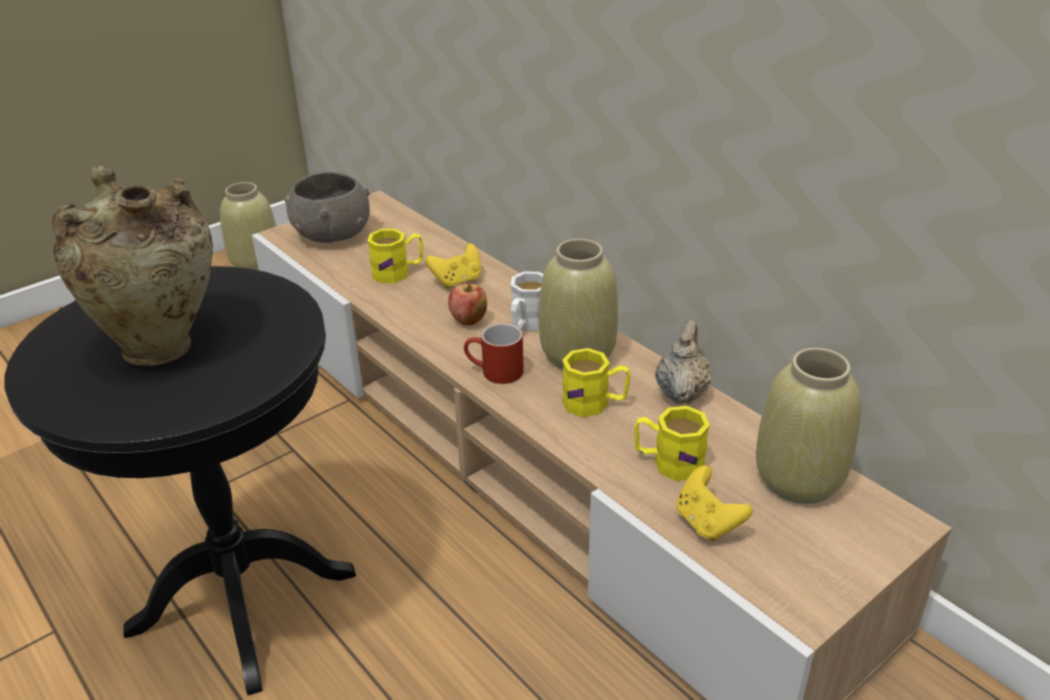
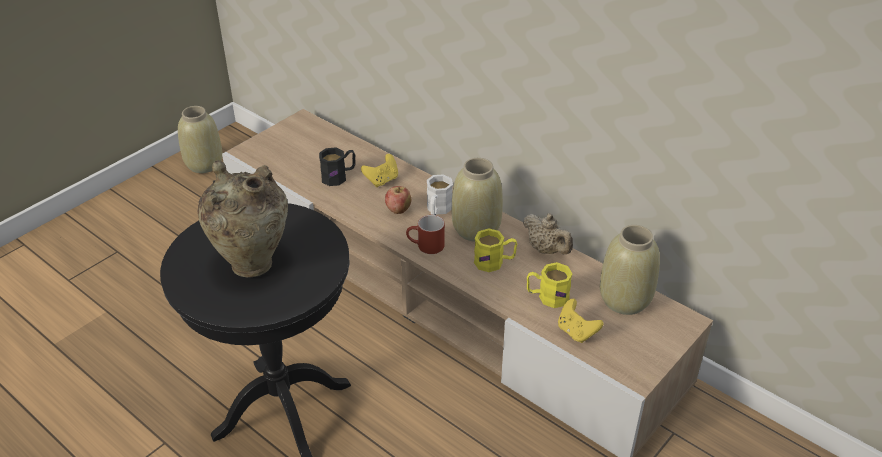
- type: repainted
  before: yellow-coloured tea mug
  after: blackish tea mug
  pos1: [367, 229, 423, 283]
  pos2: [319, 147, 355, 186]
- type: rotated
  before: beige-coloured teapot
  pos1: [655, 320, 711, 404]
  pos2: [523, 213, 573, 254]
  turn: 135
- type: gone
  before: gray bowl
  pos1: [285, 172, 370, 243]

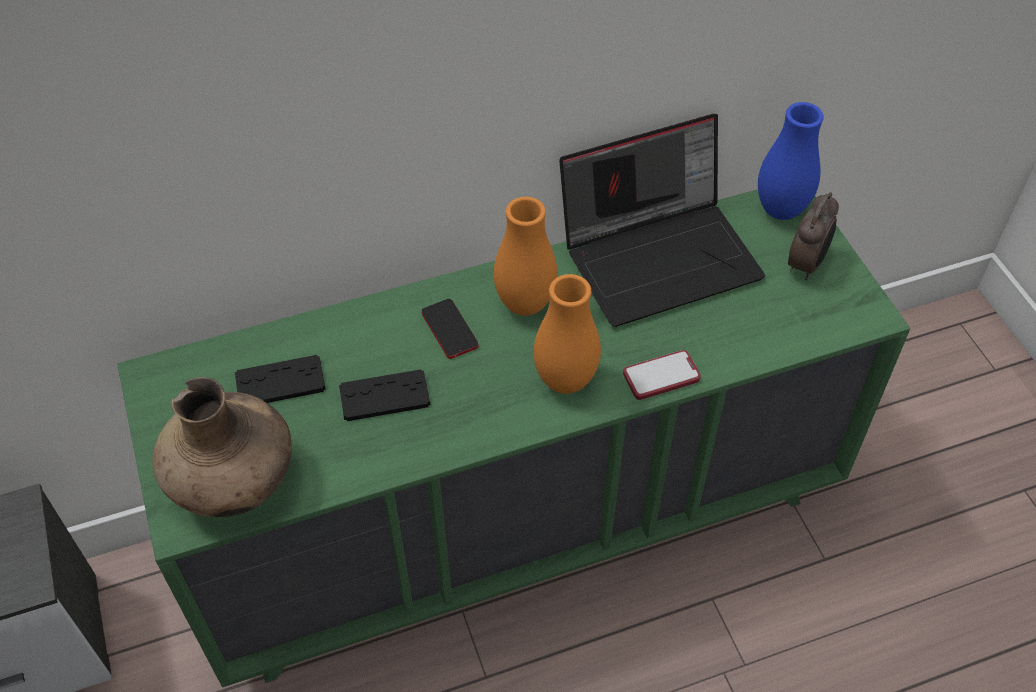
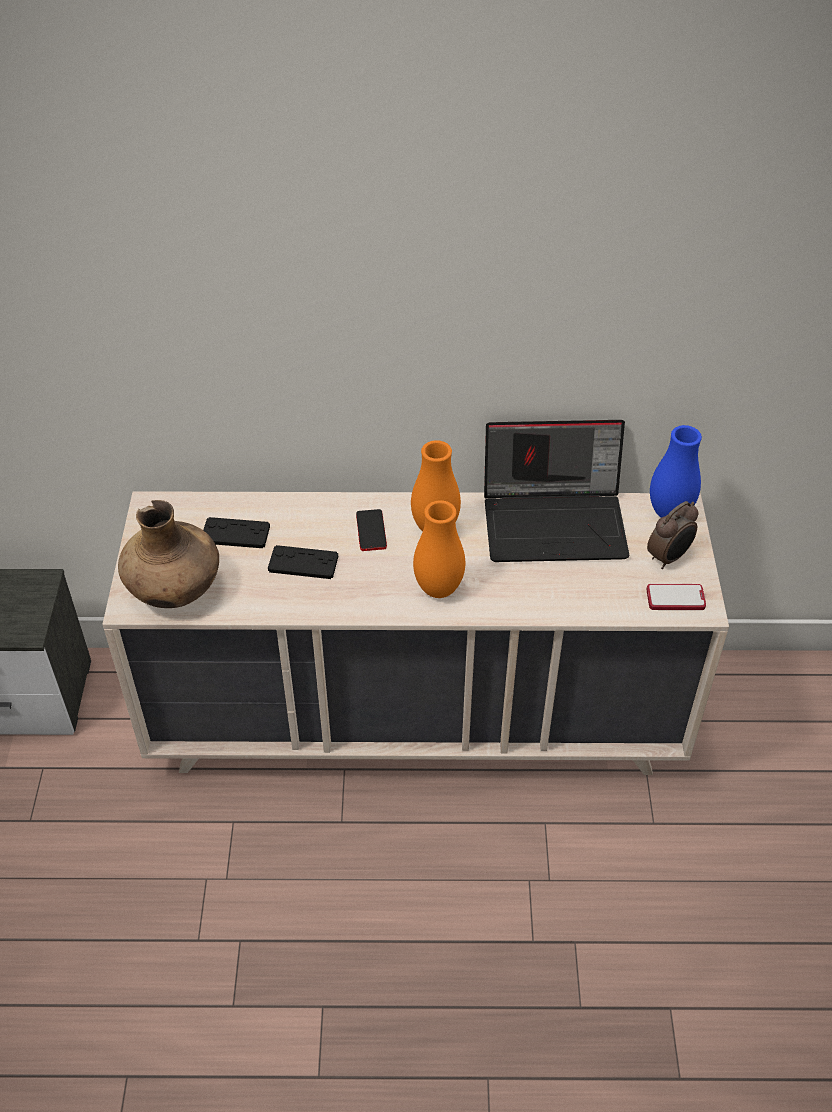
- type: repainted
  before: green-coloured dresser
  after: beige-coloured dresser
  pos1: [117, 189, 910, 687]
  pos2: [102, 491, 729, 775]
- type: shifted
  before: phone
  pos1: [623, 350, 701, 400]
  pos2: [647, 584, 706, 610]

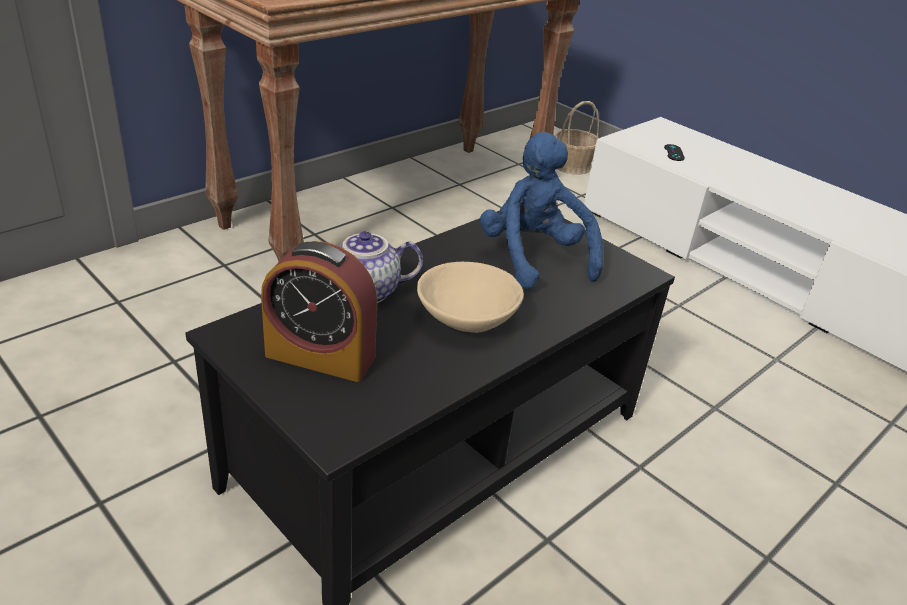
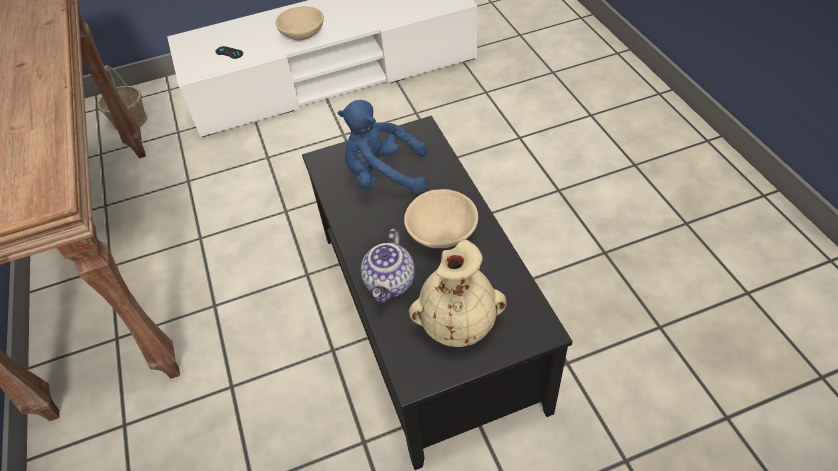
- type: new
  after: beige-coloured bowl
  pos2: [275, 6, 324, 41]
- type: swapped
  before: bedside clock
  after: beige-coloured flower vase
  pos1: [261, 241, 377, 382]
  pos2: [409, 240, 507, 347]

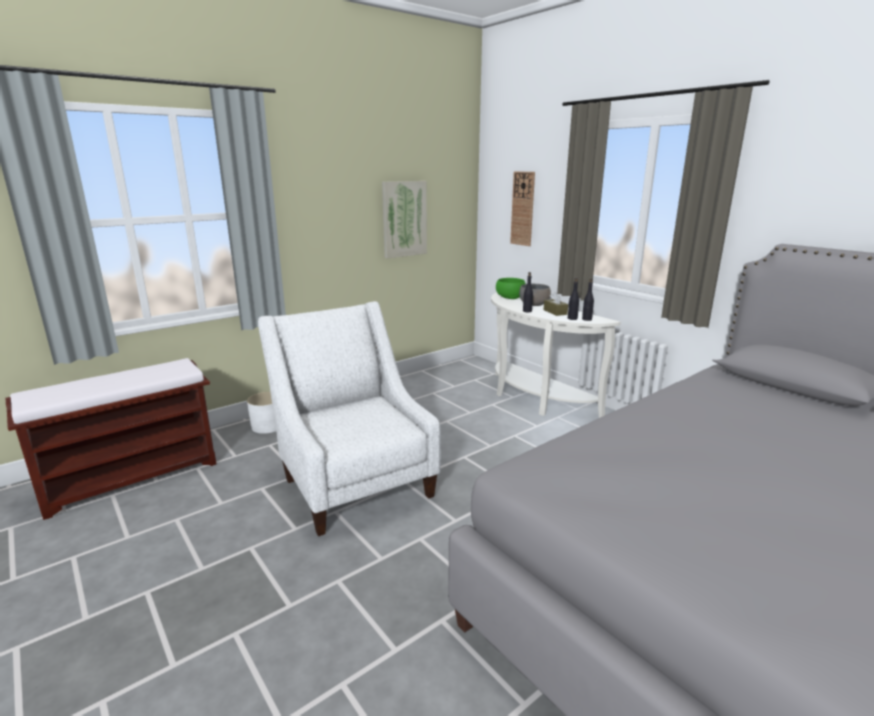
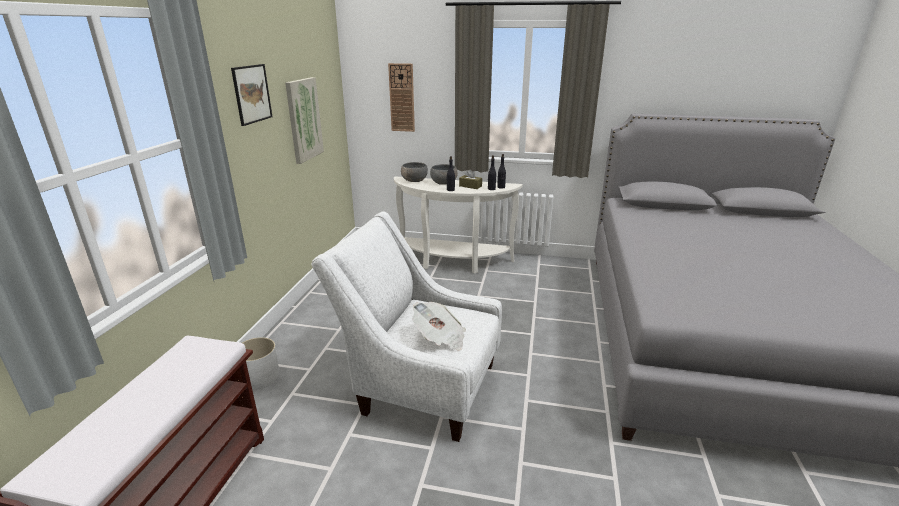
- type: new
  after: picture
  pos2: [231, 64, 273, 126]
- type: repainted
  before: green-coloured bowl
  after: gray bowl
  pos1: [496, 278, 526, 299]
  pos2: [401, 162, 428, 182]
- type: new
  after: printed paper
  pos2: [412, 302, 466, 351]

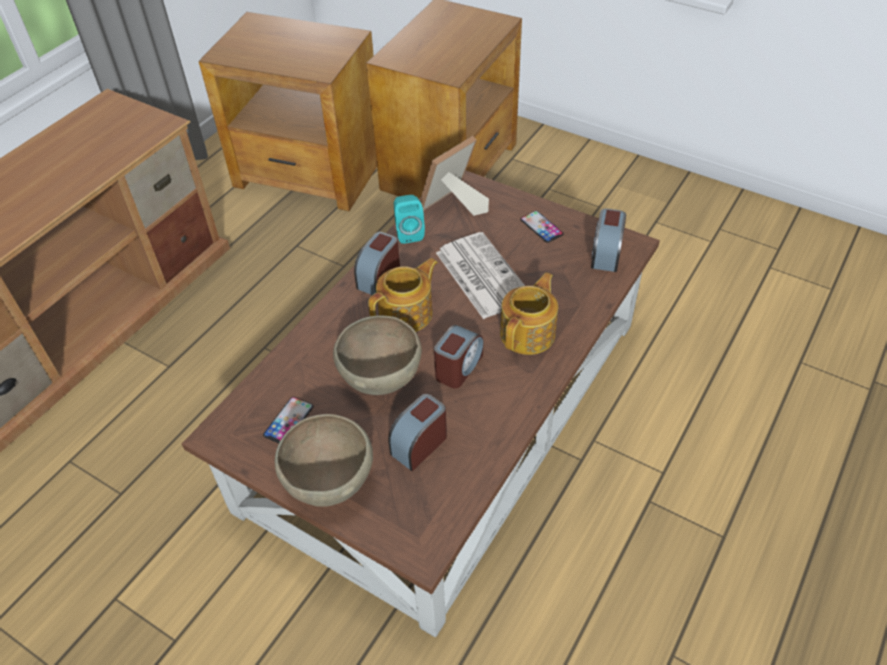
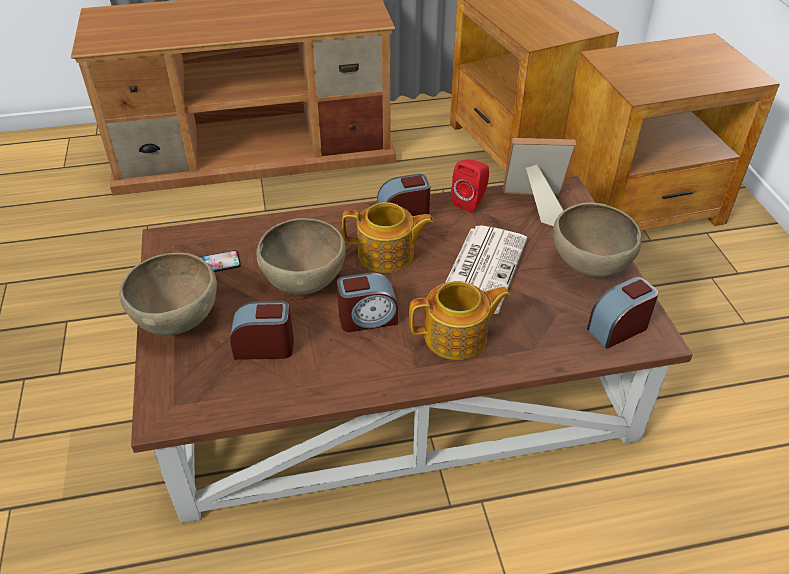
- type: repainted
  before: turquoise audio speaker
  after: red audio speaker
  pos1: [394, 195, 425, 244]
  pos2: [451, 159, 489, 212]
- type: swapped
  before: phone
  after: brown bowl
  pos1: [520, 211, 564, 243]
  pos2: [553, 203, 642, 277]

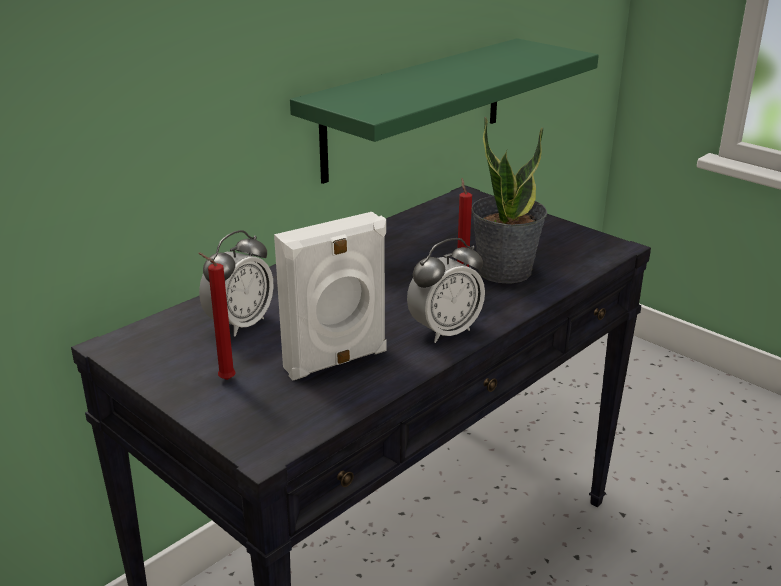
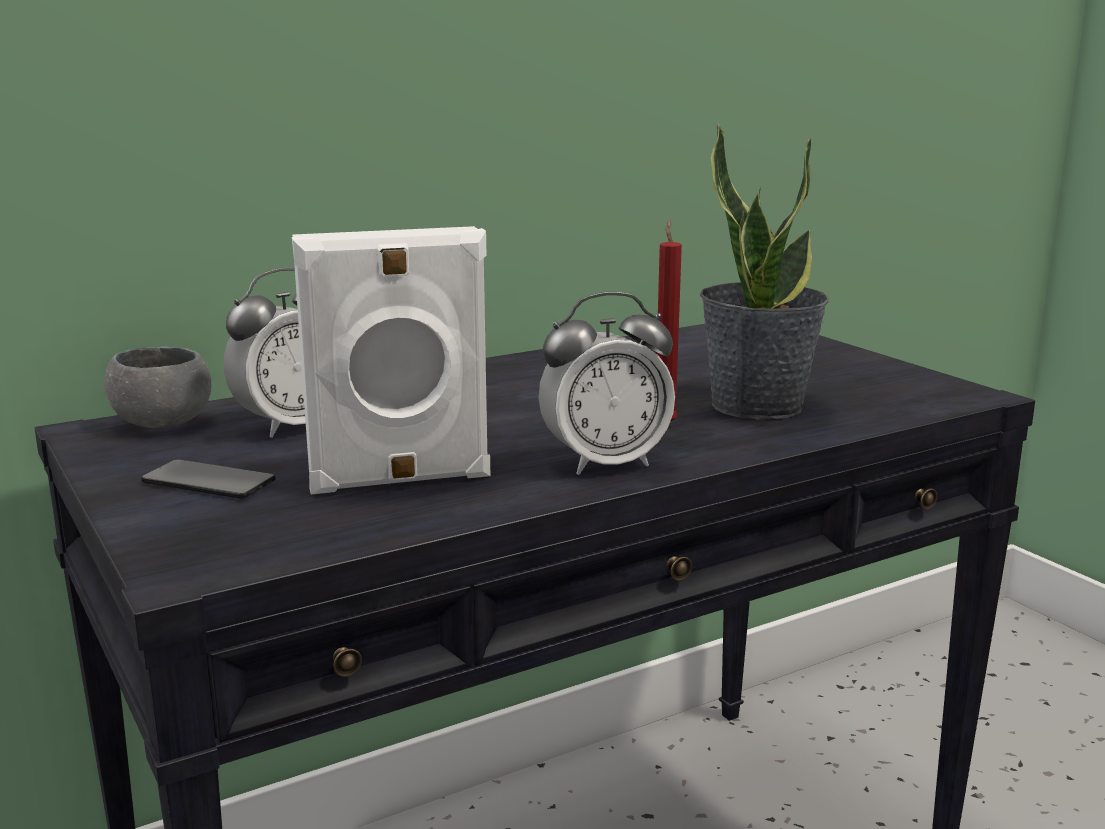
- type: new
  after: gray bowl
  pos2: [104, 346, 211, 428]
- type: swapped
  before: red candle
  after: phone
  pos1: [198, 253, 235, 380]
  pos2: [141, 459, 276, 499]
- type: gone
  before: green-coloured wall shelf
  pos1: [290, 38, 599, 184]

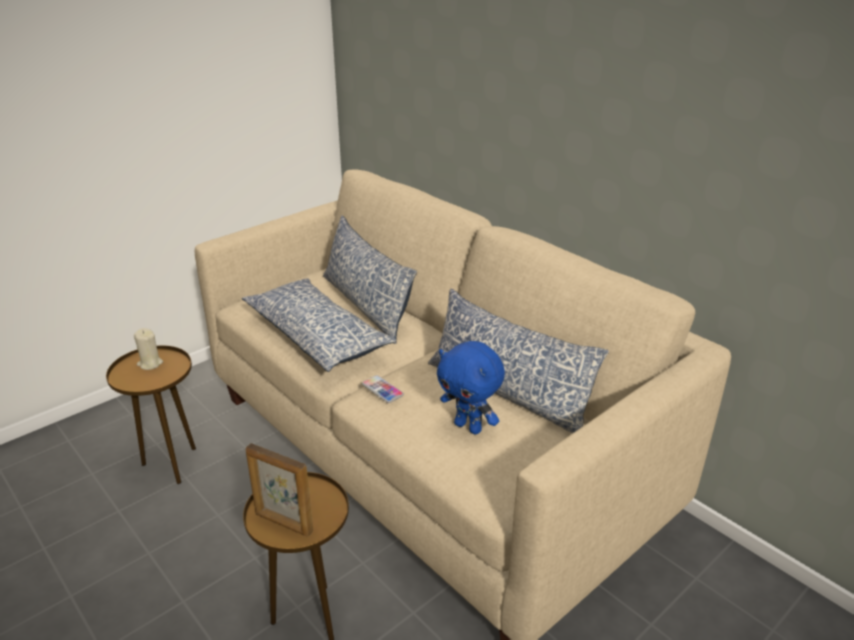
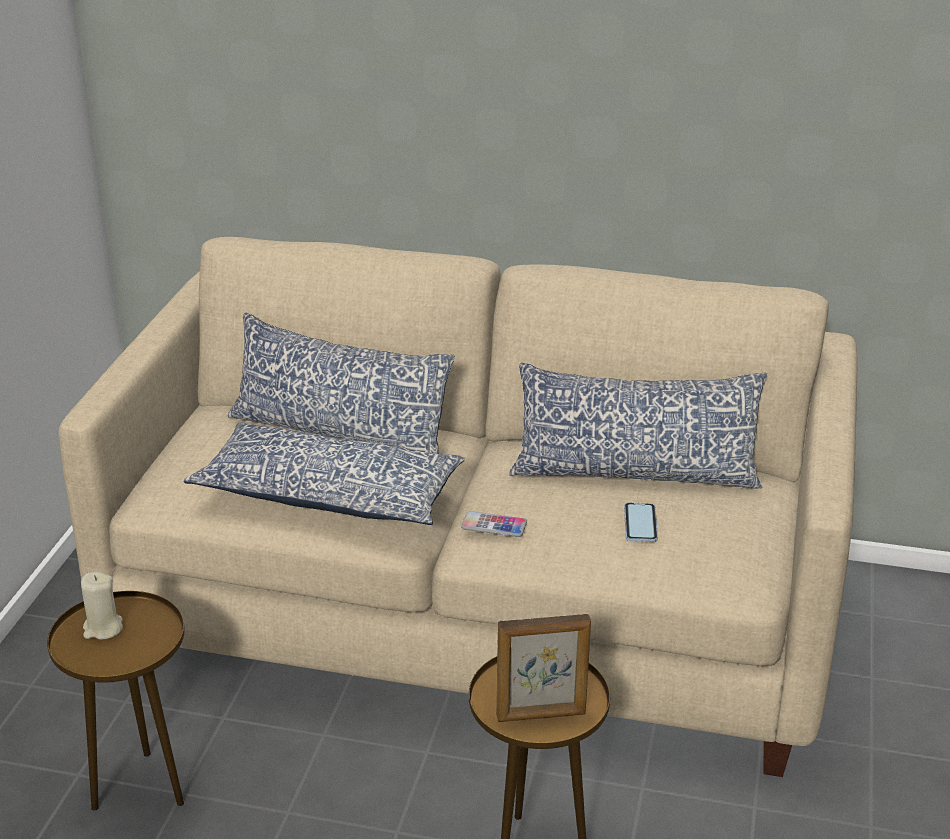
- type: swapped
  before: bluish soft toy
  after: phone
  pos1: [437, 341, 505, 435]
  pos2: [624, 503, 658, 542]

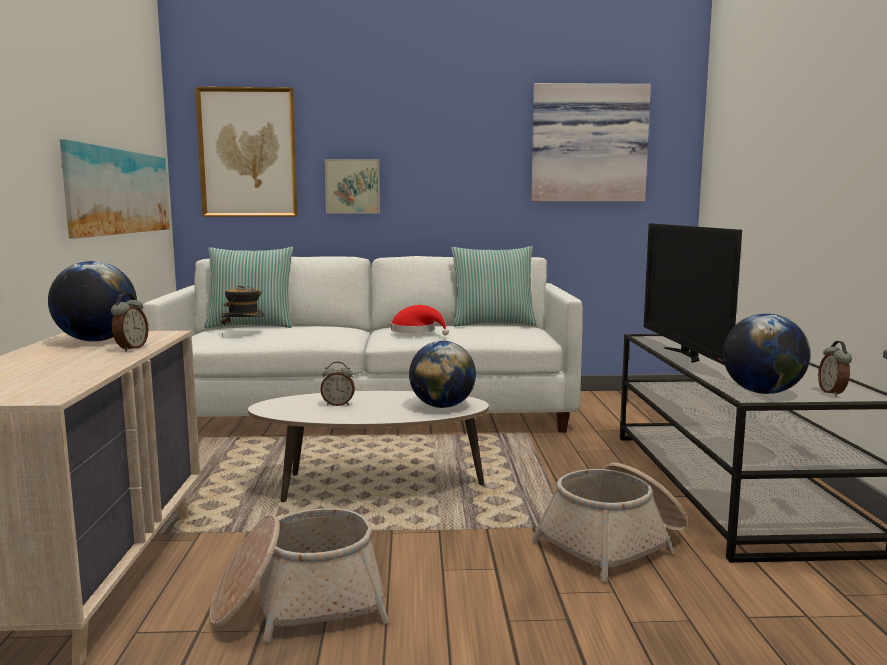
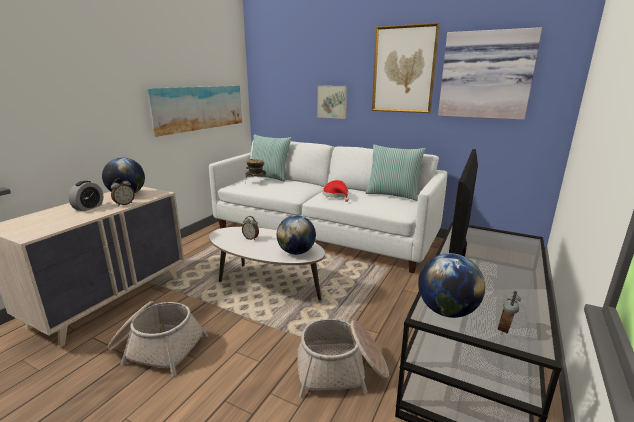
- type: new
  after: bedside clock
  pos2: [68, 181, 103, 211]
- type: shifted
  before: picture
  pos1: [195, 87, 298, 217]
  pos2: [372, 23, 440, 113]

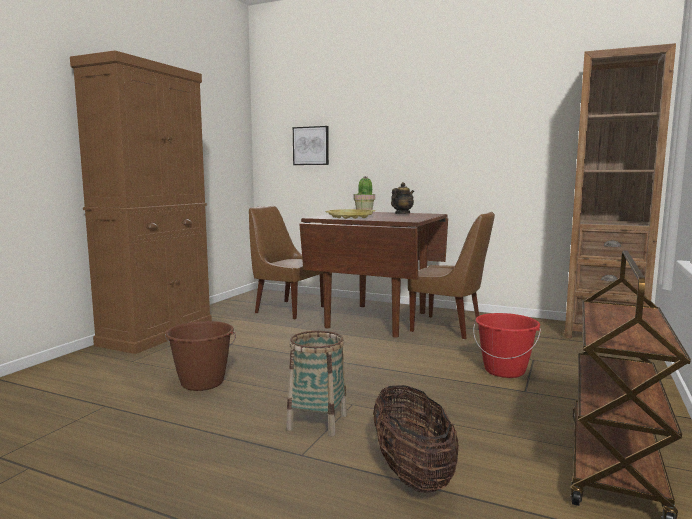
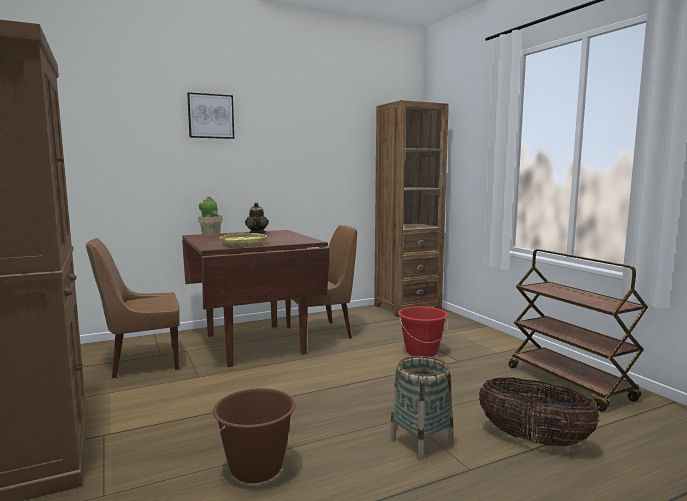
- type: shifted
  before: picture
  pos1: [293, 126, 329, 165]
  pos2: [187, 92, 234, 139]

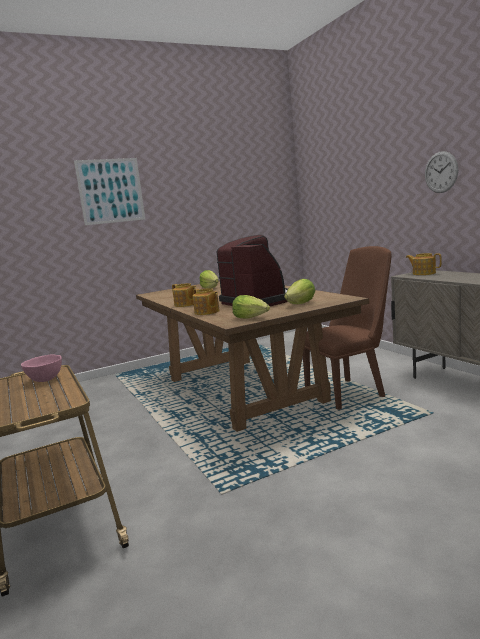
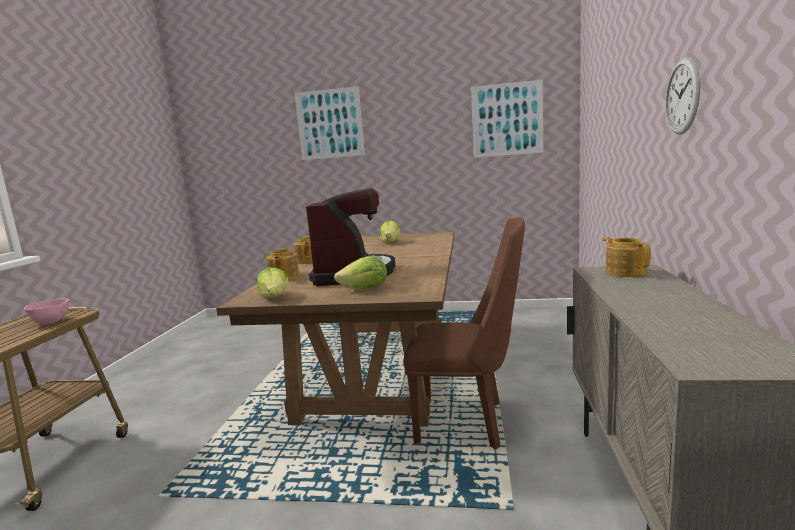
- type: new
  after: picture
  pos2: [471, 80, 543, 158]

